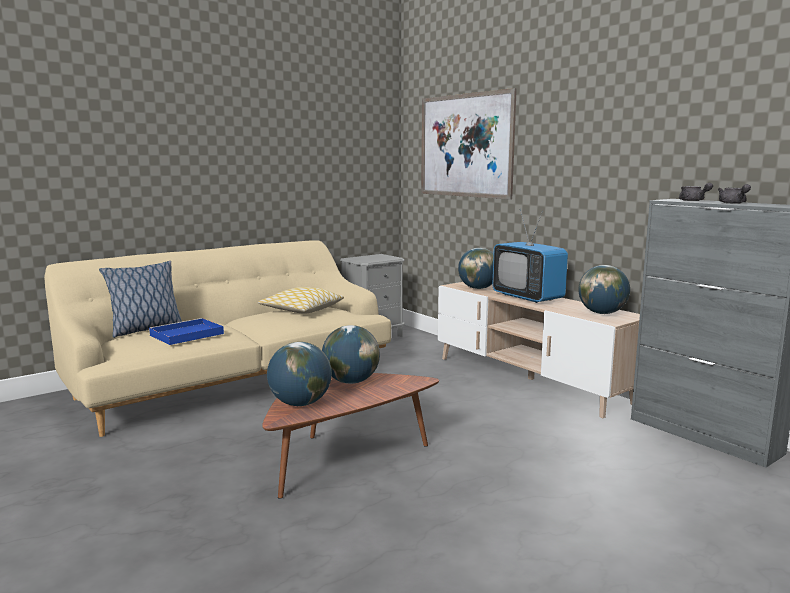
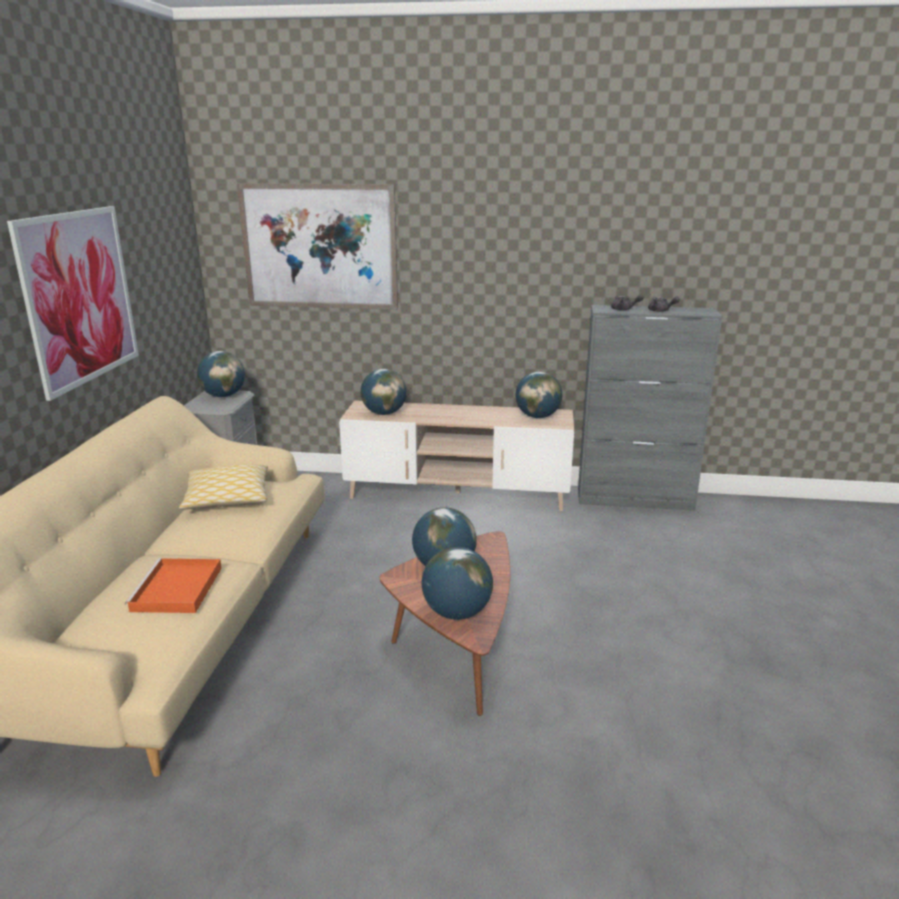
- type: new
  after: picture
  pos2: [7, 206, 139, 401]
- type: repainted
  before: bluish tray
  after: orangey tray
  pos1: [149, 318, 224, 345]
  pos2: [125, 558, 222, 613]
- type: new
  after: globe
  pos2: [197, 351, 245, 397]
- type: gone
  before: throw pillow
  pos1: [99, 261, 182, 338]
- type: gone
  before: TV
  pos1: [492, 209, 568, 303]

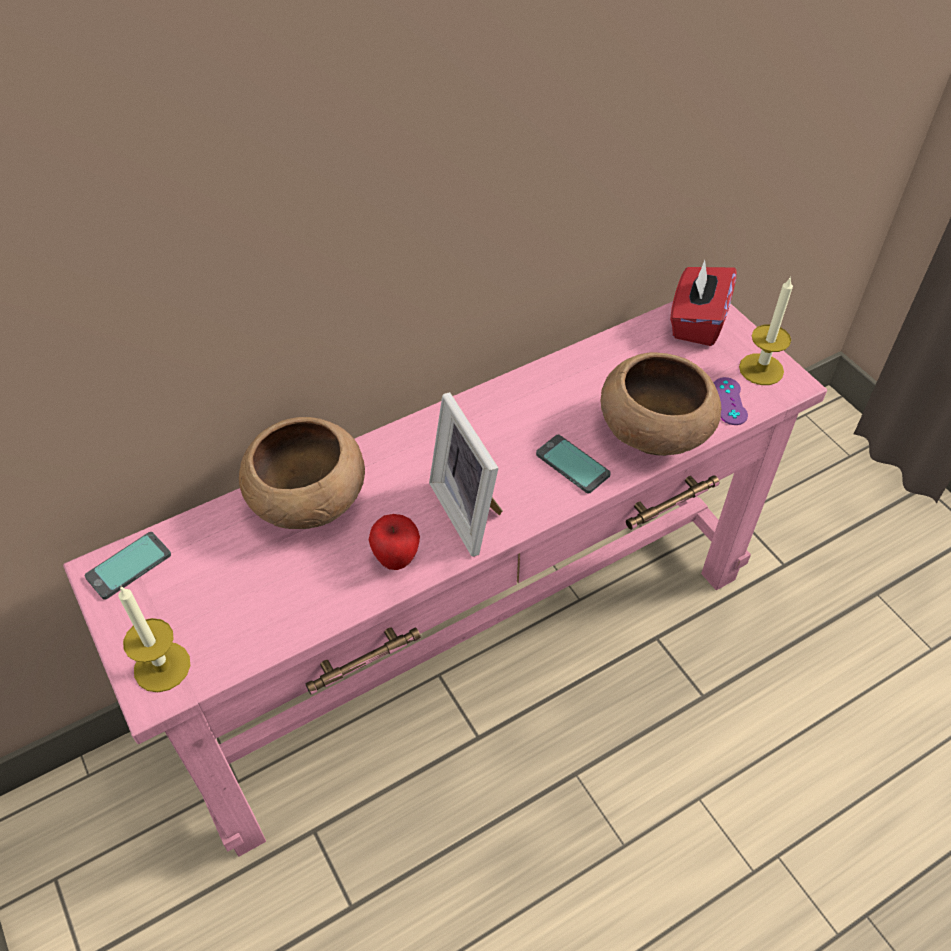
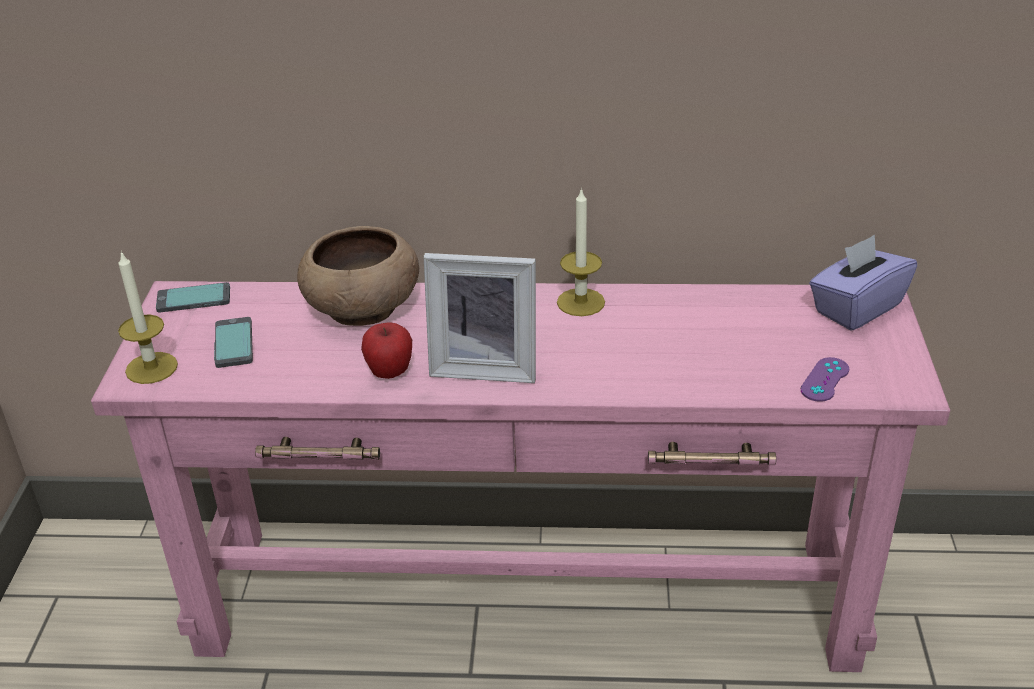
- type: shifted
  before: phone
  pos1: [536, 435, 611, 494]
  pos2: [214, 317, 253, 368]
- type: rotated
  before: photo frame
  pos1: [429, 392, 503, 557]
  pos2: [424, 253, 536, 383]
  turn: -90
- type: shifted
  before: candle
  pos1: [739, 276, 793, 385]
  pos2: [557, 187, 605, 316]
- type: repainted
  before: red box of tissues
  after: purple box of tissues
  pos1: [670, 260, 736, 346]
  pos2: [809, 235, 917, 331]
- type: gone
  before: brown bowl
  pos1: [600, 352, 721, 456]

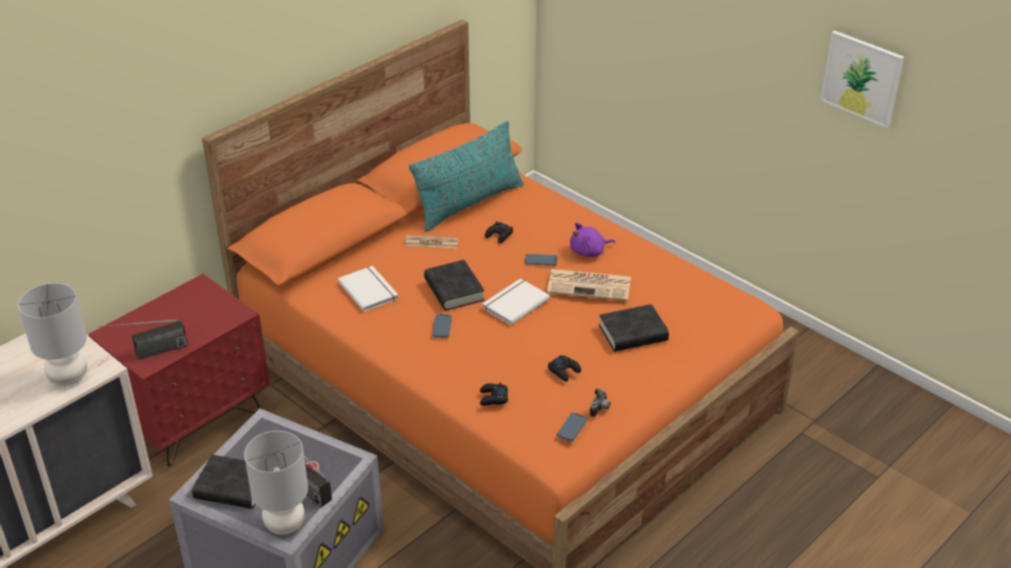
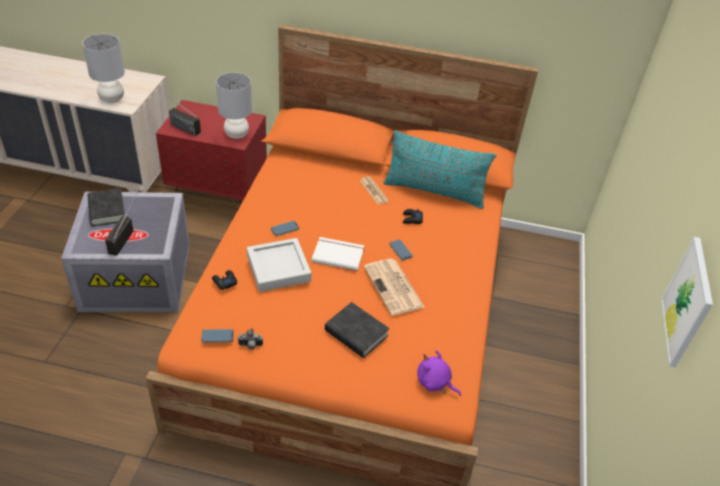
- type: shifted
  before: gray table lamp
  pos1: [244, 431, 308, 535]
  pos2: [216, 72, 252, 139]
- type: new
  after: gray tray
  pos2: [247, 238, 311, 292]
- type: shifted
  before: purple soft toy
  pos1: [570, 223, 615, 257]
  pos2: [417, 350, 461, 396]
- type: gone
  before: whitish book
  pos1: [338, 266, 398, 312]
- type: gone
  before: blackish book
  pos1: [424, 260, 484, 310]
- type: gone
  before: blackish gamepad
  pos1: [548, 355, 581, 382]

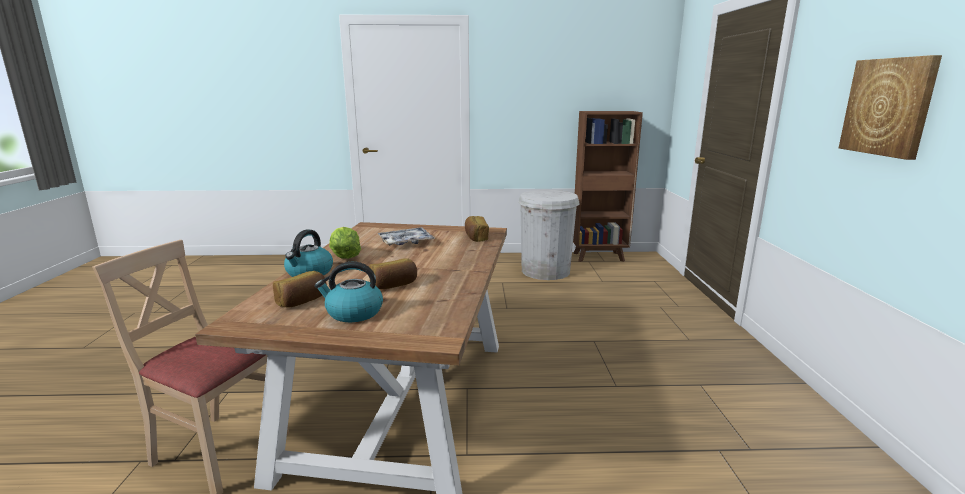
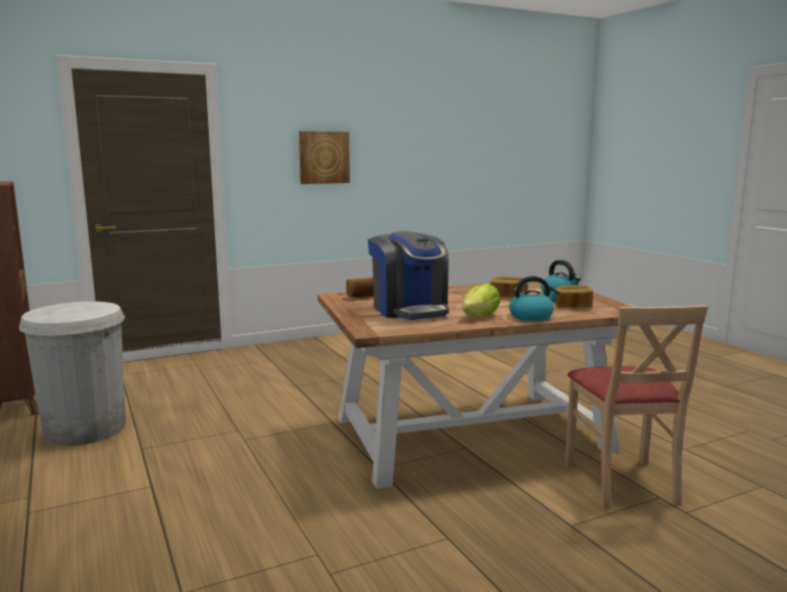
- type: swapped
  before: tray
  after: coffee machine
  pos1: [378, 227, 435, 246]
  pos2: [368, 231, 449, 320]

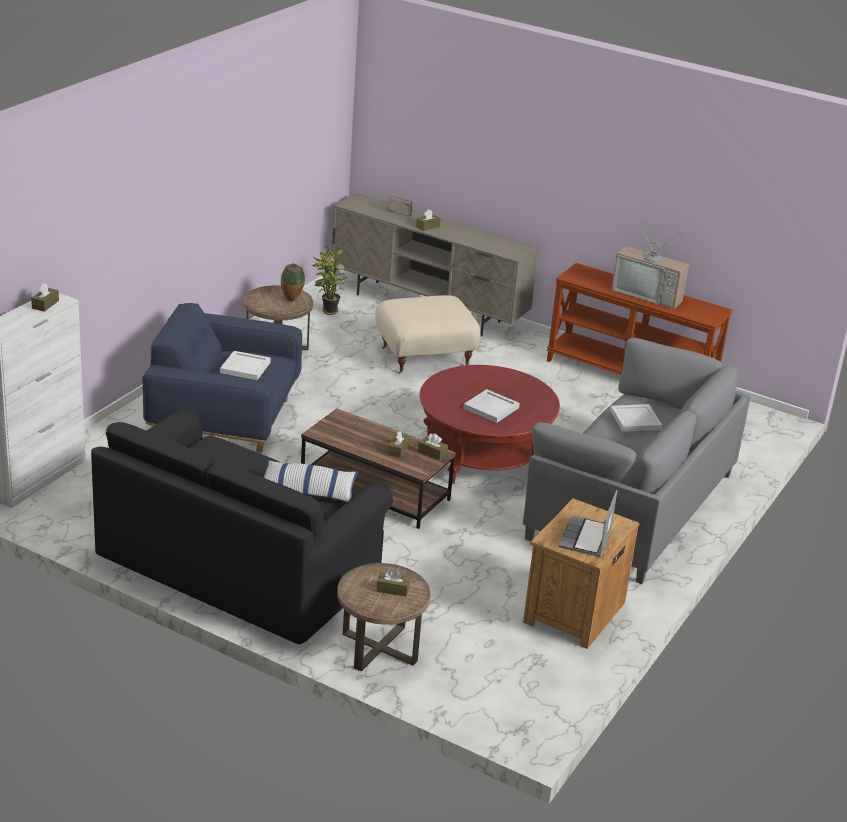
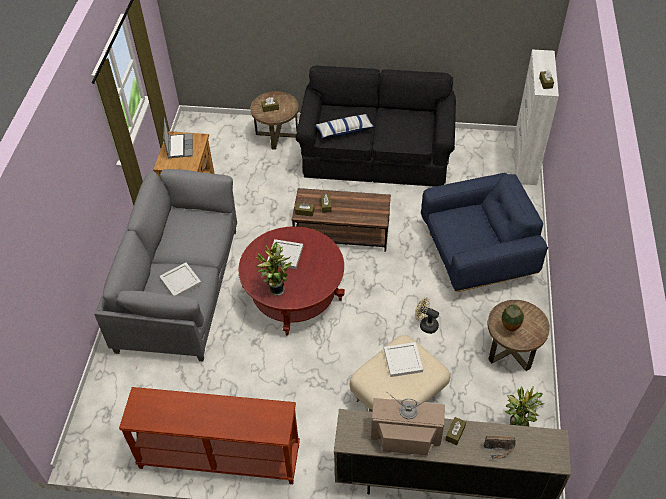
- type: new
  after: potted plant
  pos2: [255, 242, 292, 296]
- type: shifted
  before: TV
  pos1: [611, 226, 689, 309]
  pos2: [371, 393, 445, 455]
- type: shifted
  before: whitish tray
  pos1: [220, 351, 271, 380]
  pos2: [384, 342, 423, 377]
- type: new
  after: beige-coloured cooling fan
  pos2: [415, 297, 439, 334]

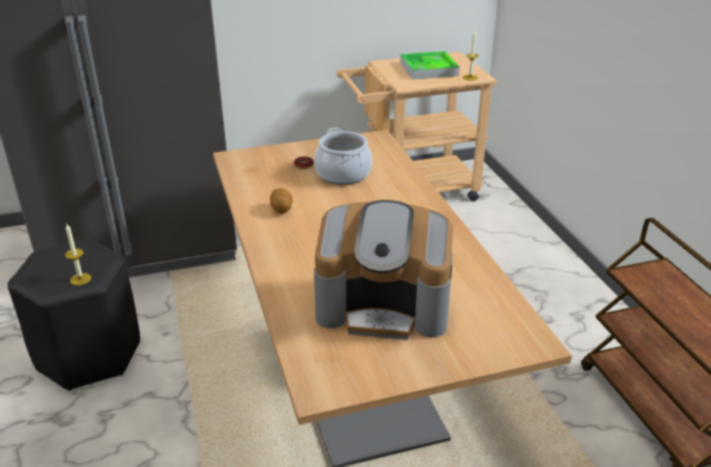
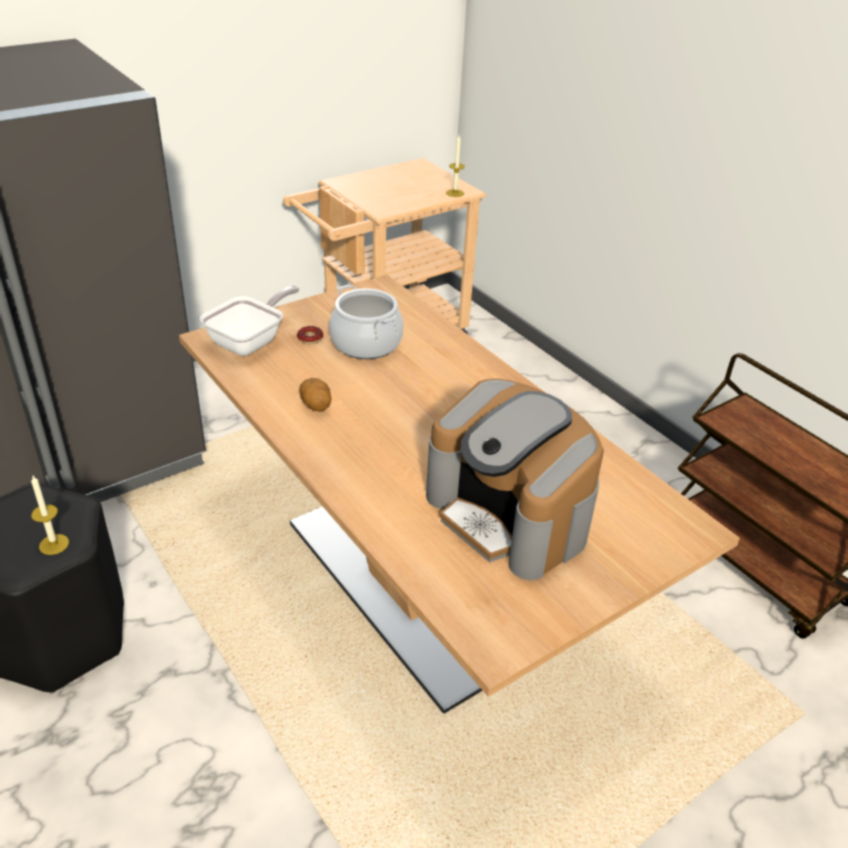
- type: new
  after: pan
  pos2: [200, 286, 299, 356]
- type: rotated
  before: coffee machine
  pos1: [314, 200, 453, 340]
  pos2: [426, 379, 604, 580]
  turn: 60
- type: gone
  before: tray
  pos1: [400, 51, 460, 79]

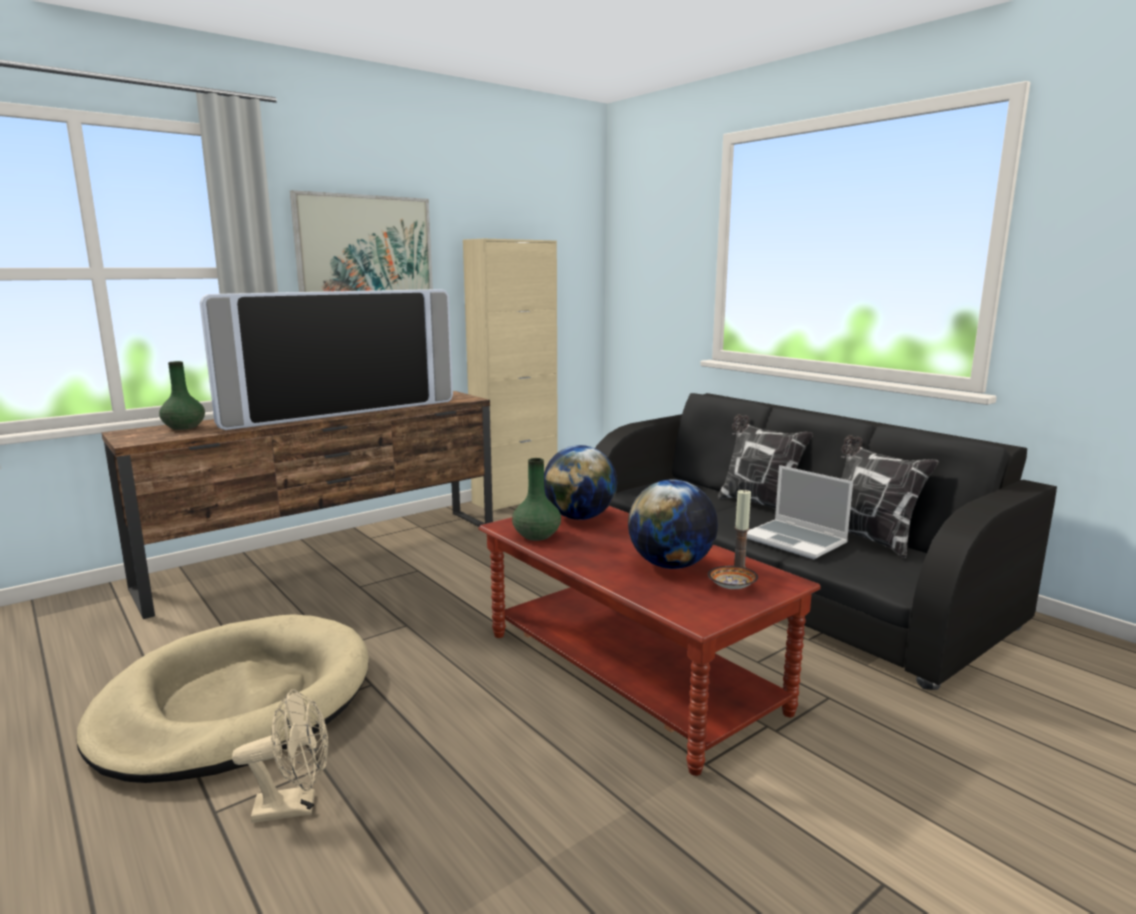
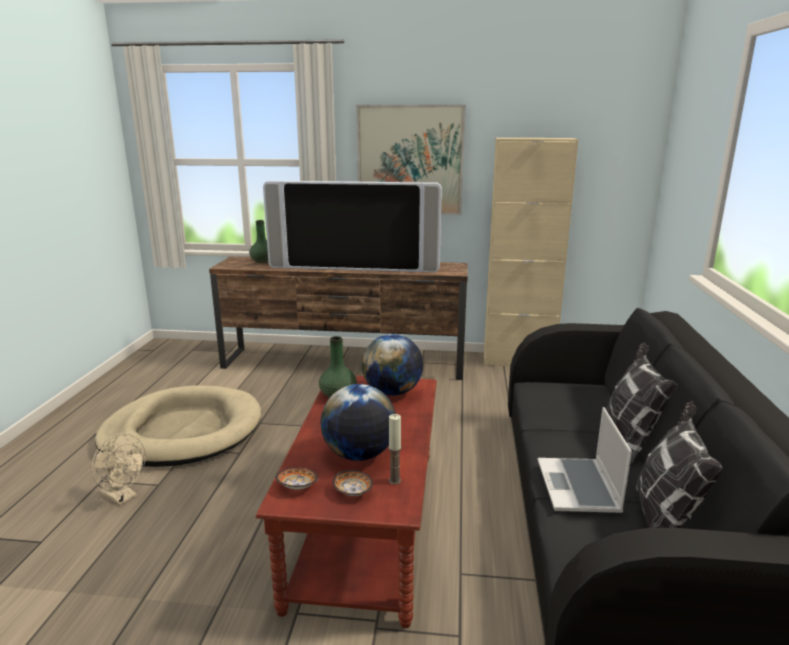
- type: new
  after: bowl
  pos2: [275, 468, 318, 490]

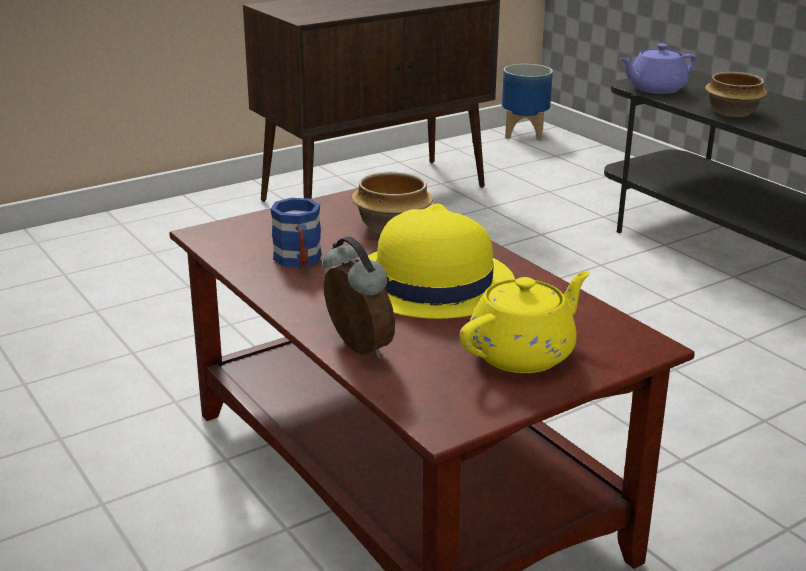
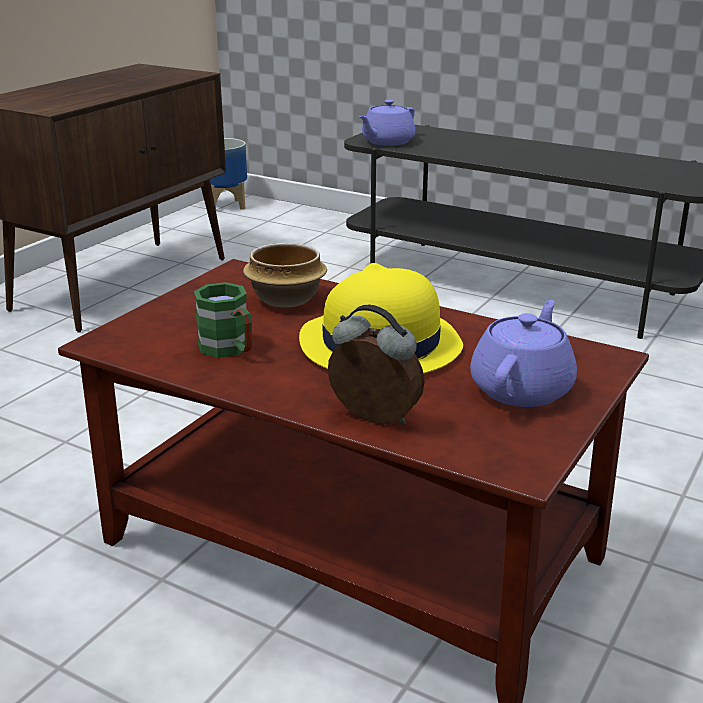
- type: repainted
  before: bluish tea mug
  after: green-coloured tea mug
  pos1: [270, 198, 322, 268]
  pos2: [194, 282, 252, 358]
- type: repainted
  before: yellow-coloured teapot
  after: purple teapot
  pos1: [460, 271, 590, 373]
  pos2: [470, 300, 577, 407]
- type: gone
  before: bowl
  pos1: [705, 72, 767, 117]

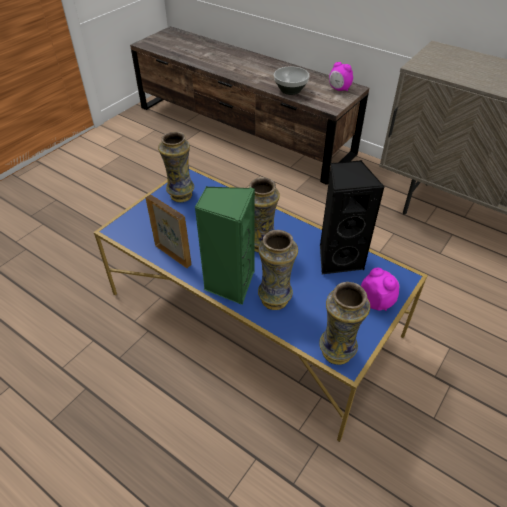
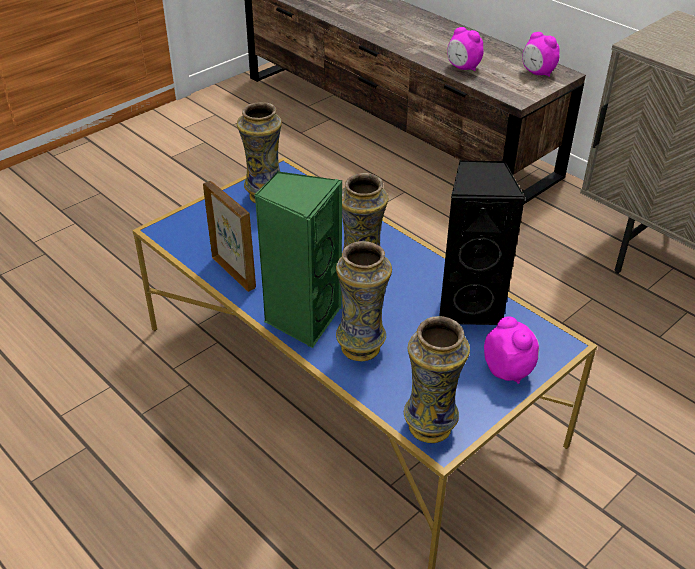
- type: swapped
  before: bowl
  after: bedside clock
  pos1: [274, 67, 310, 95]
  pos2: [447, 27, 484, 71]

